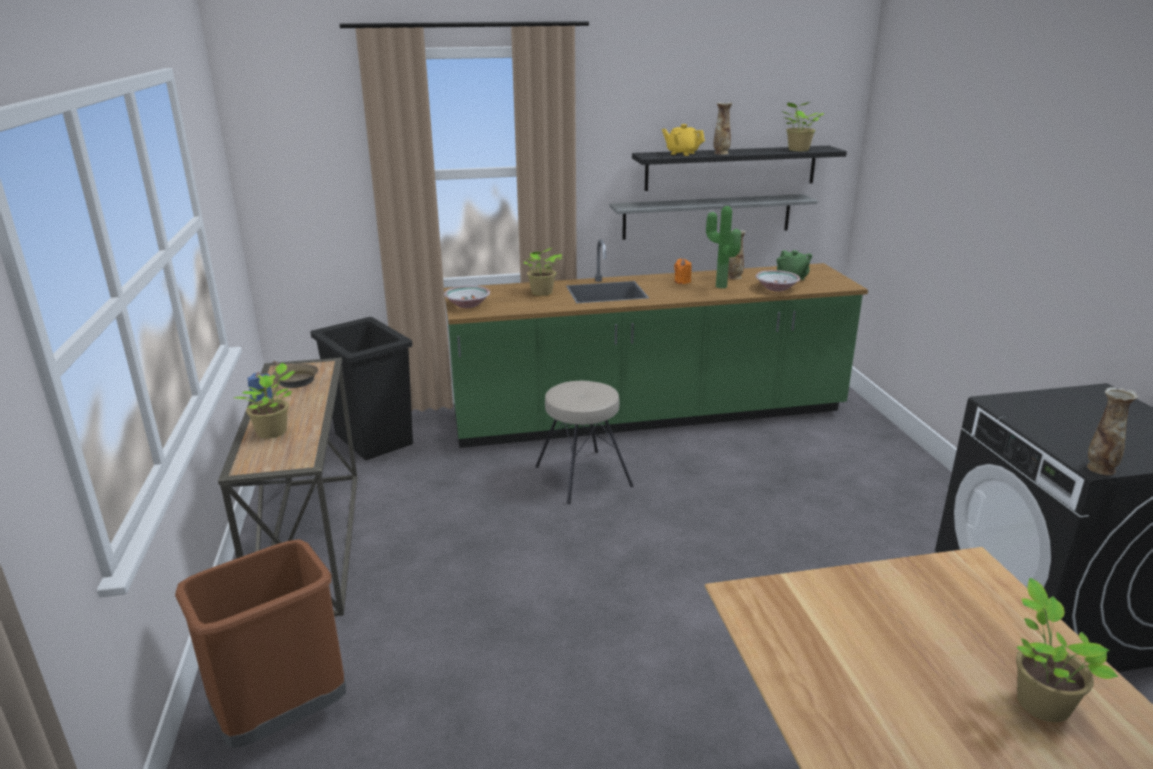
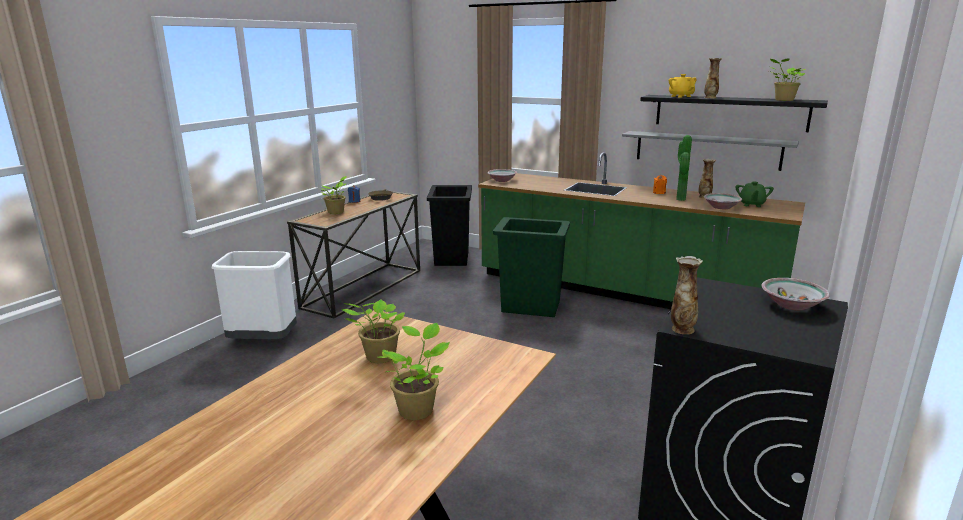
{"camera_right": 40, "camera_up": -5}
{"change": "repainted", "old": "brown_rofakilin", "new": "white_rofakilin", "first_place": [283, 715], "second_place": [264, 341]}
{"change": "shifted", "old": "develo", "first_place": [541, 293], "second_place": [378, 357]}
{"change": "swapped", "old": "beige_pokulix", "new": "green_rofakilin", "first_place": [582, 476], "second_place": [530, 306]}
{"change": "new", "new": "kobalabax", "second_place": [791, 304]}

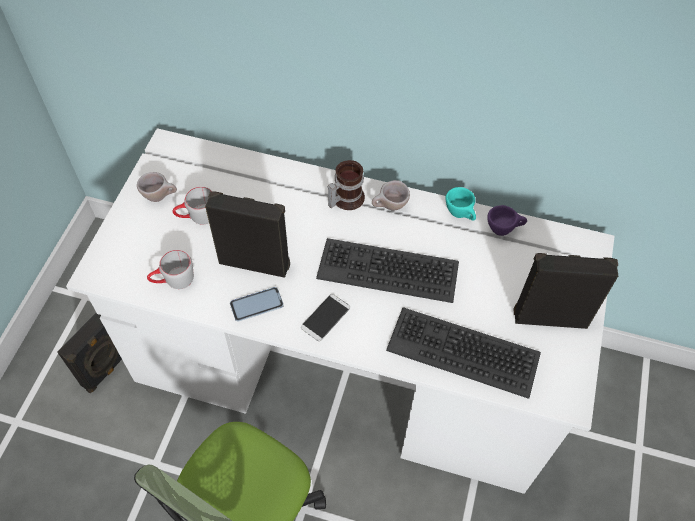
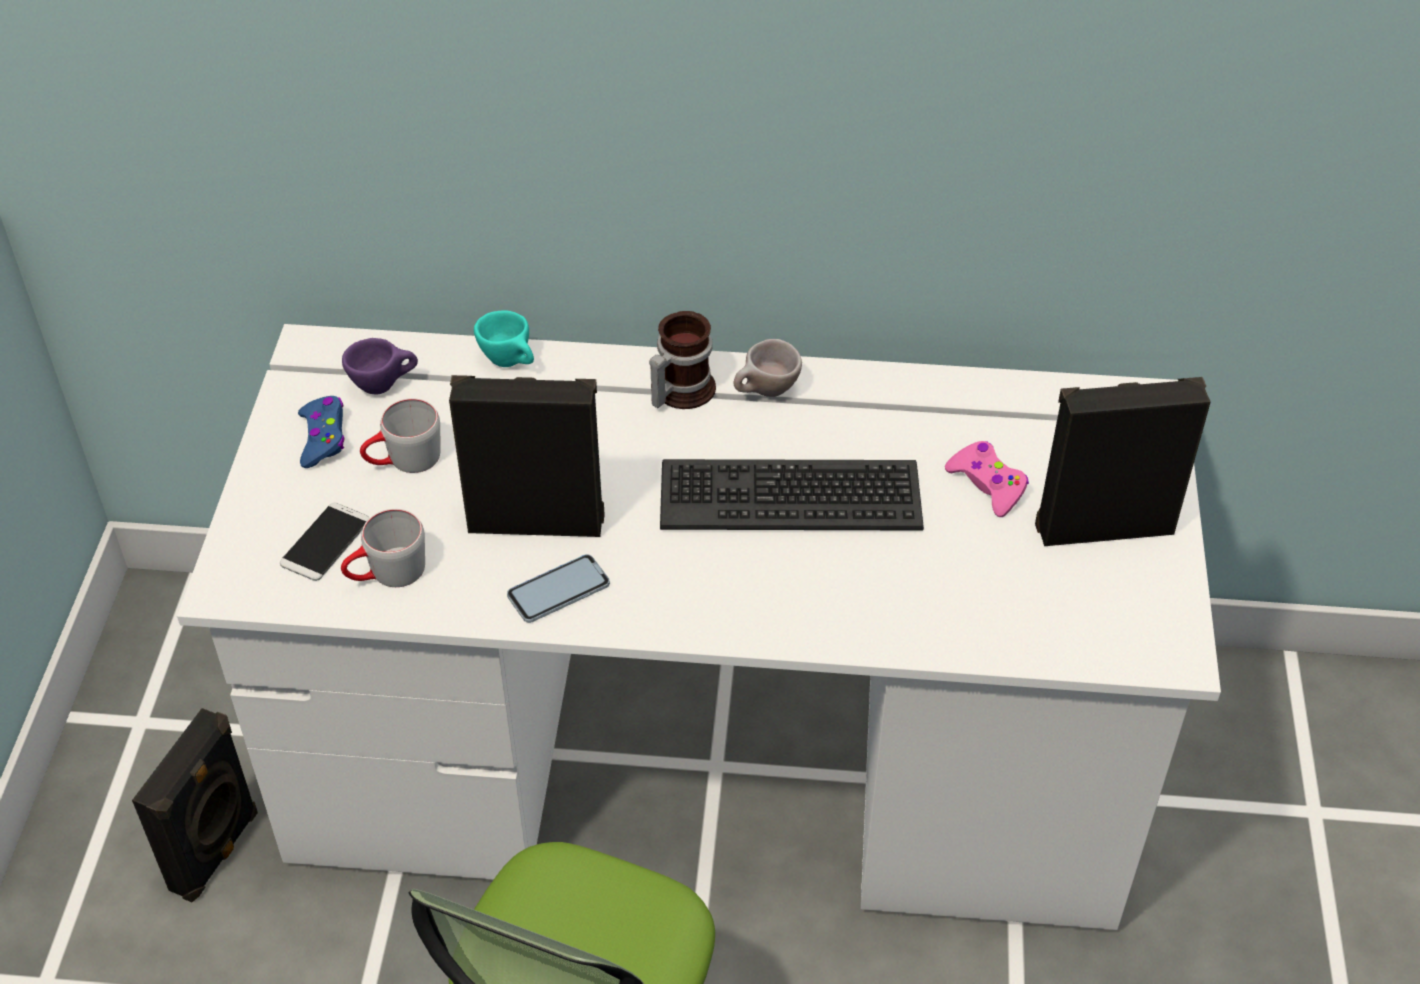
{"camera_right": -10, "camera_up": -10}
{"change": "shifted", "old": "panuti", "first_place": [325, 317], "second_place": [325, 542]}
{"change": "swapped", "old": "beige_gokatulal", "new": "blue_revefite", "first_place": [160, 196], "second_place": [323, 438]}
{"change": "shifted", "old": "purple_gokatulal", "first_place": [503, 229], "second_place": [384, 385]}
{"change": "shifted", "old": "turquoise_gokatulal", "first_place": [461, 214], "second_place": [511, 362]}
{"change": "new", "new": "pink_revefite", "second_place": [987, 484]}
{"change": "gone", "old": "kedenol", "first_place": [463, 351]}

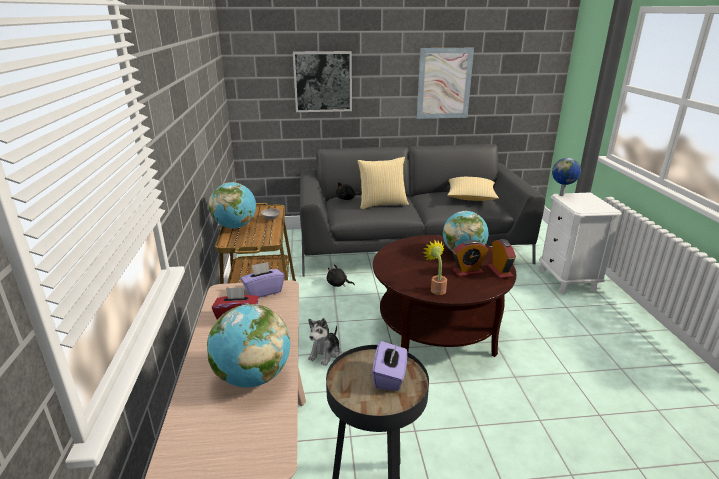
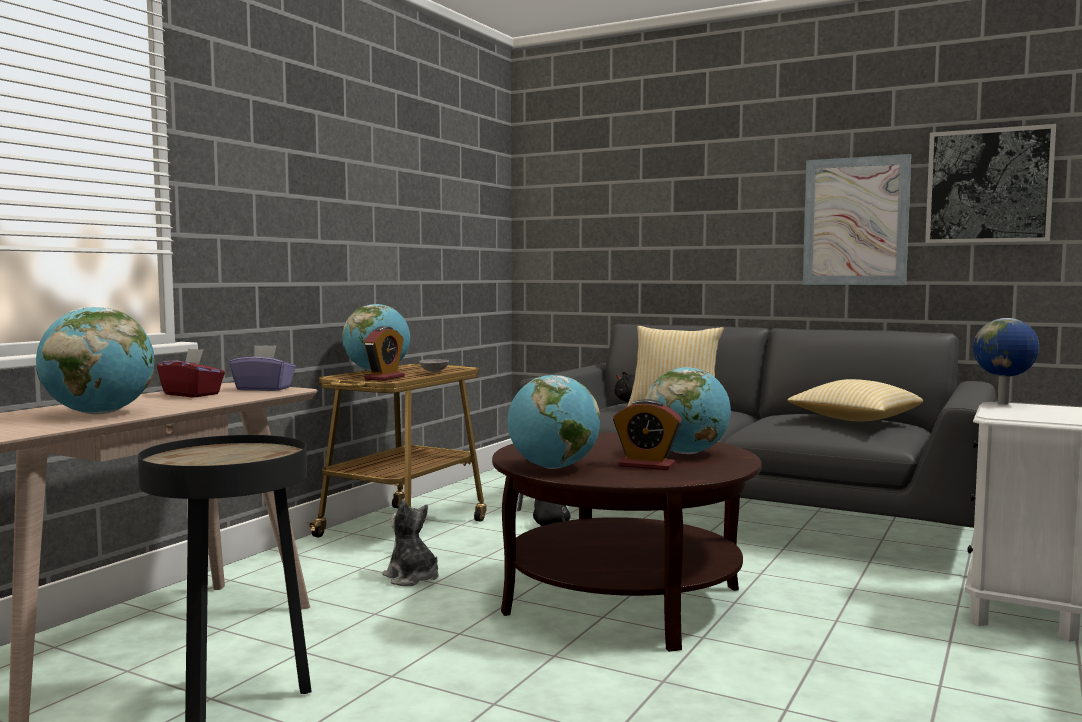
{"camera_right": 35, "camera_up": -20}
{"change": "shifted", "old": "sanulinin", "first_place": [500, 271], "second_place": [384, 378]}
{"change": "rotated", "old": "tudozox", "first_place": [325, 353], "second_place": [412, 578], "degrees": 75}
{"change": "swapped", "old": "develo", "new": "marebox", "first_place": [436, 289], "second_place": [553, 468]}
{"change": "shifted", "old": "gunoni", "first_place": [323, 81], "second_place": [988, 186]}
{"change": "gone", "old": "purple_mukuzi", "first_place": [390, 377]}

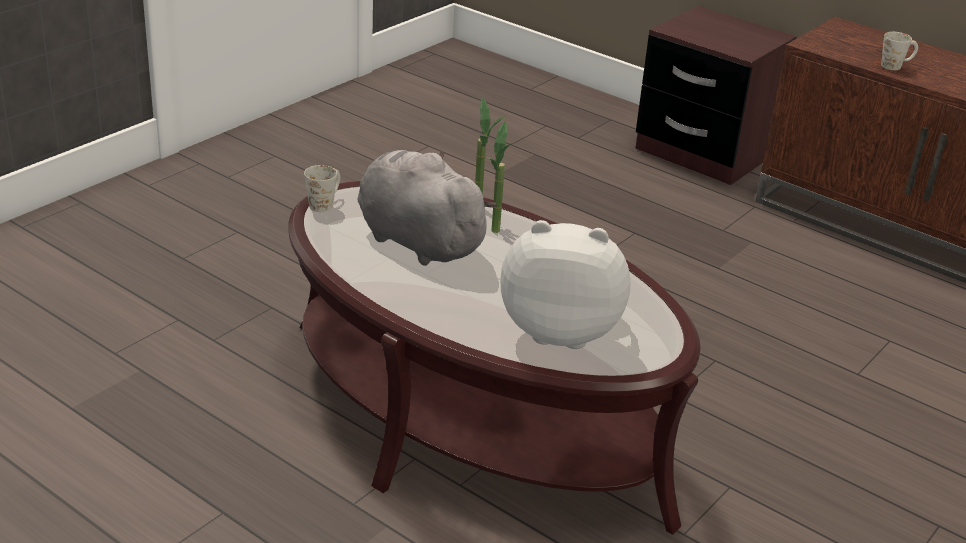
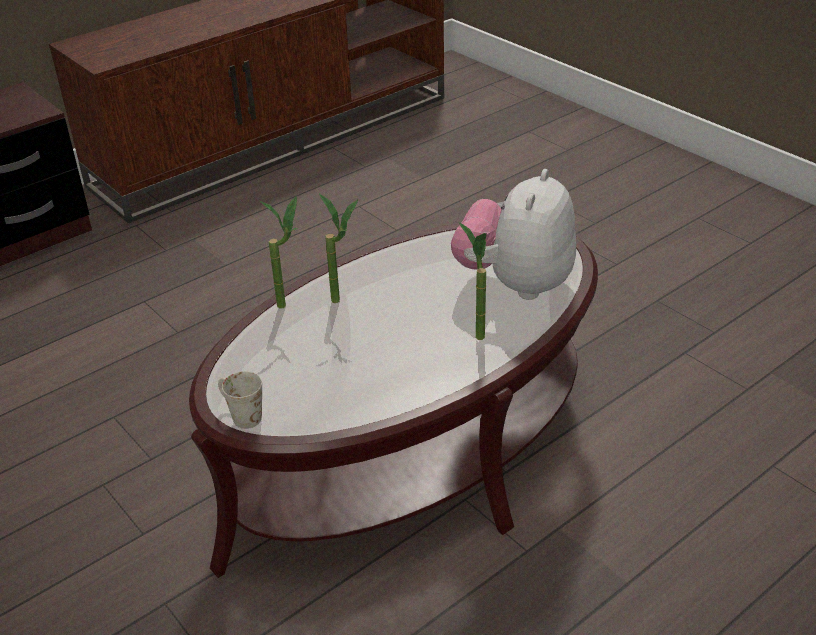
{"camera_right": -75, "camera_up": 5}
{"change": "new", "new": "develo", "second_place": [474, 332]}
{"change": "gone", "old": "grey_tudozox", "first_place": [416, 241]}
{"change": "gone", "old": "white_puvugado", "first_place": [896, 66]}

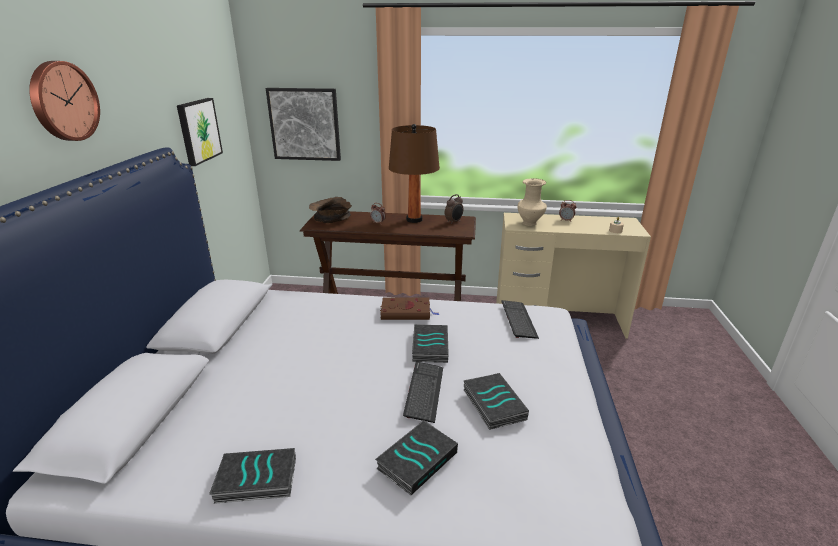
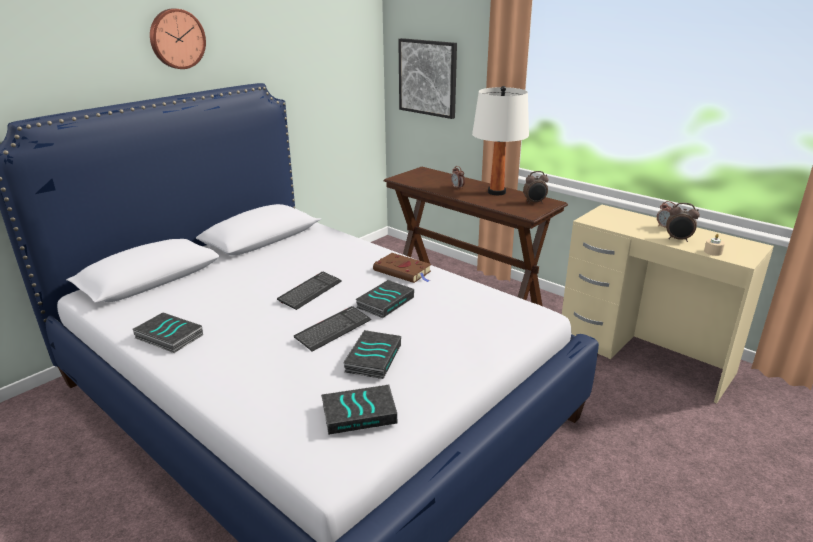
{"camera_right": 35, "camera_up": 0}
{"change": "shifted", "old": "kedenol", "first_place": [518, 320], "second_place": [310, 291]}
{"change": "shifted", "old": "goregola", "first_place": [417, 459], "second_place": [360, 413]}
{"change": "repainted", "old": "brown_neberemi", "new": "white_neberemi", "first_place": [414, 219], "second_place": [496, 192]}
{"change": "new", "new": "sanulinin", "second_place": [678, 239]}
{"change": "gone", "old": "gunoni", "first_place": [198, 131]}
{"change": "gone", "old": "brown_kobalabax", "first_place": [331, 220]}
{"change": "gone", "old": "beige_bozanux", "first_place": [530, 223]}

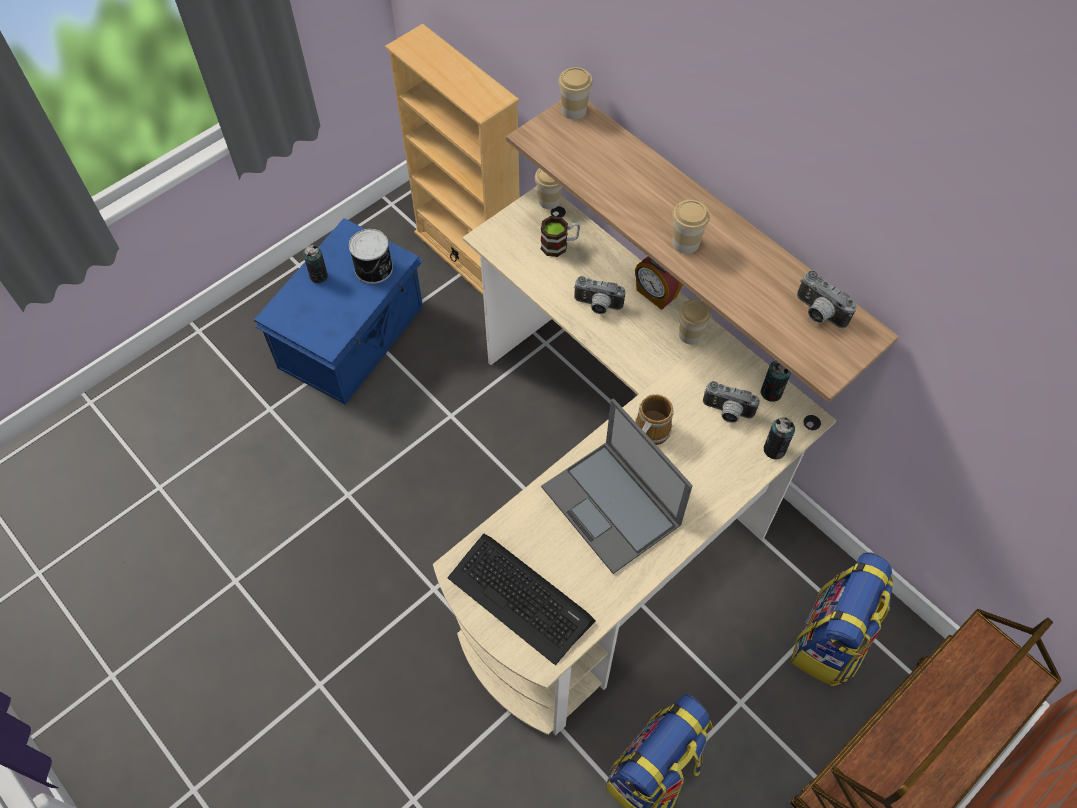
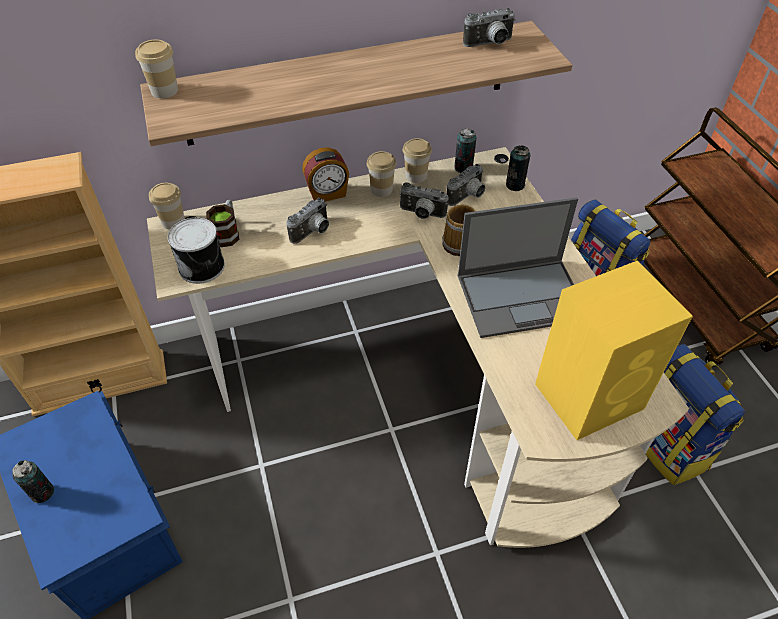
{"camera_right": -65, "camera_up": -10}
{"change": "shifted", "old": "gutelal", "first_place": [374, 269], "second_place": [203, 266]}
{"change": "new", "new": "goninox", "second_place": [421, 214]}
{"change": "shifted", "old": "gokatulal", "first_place": [685, 243], "second_place": [416, 176]}
{"change": "swapped", "old": "kedenol", "new": "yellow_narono", "first_place": [520, 597], "second_place": [591, 395]}

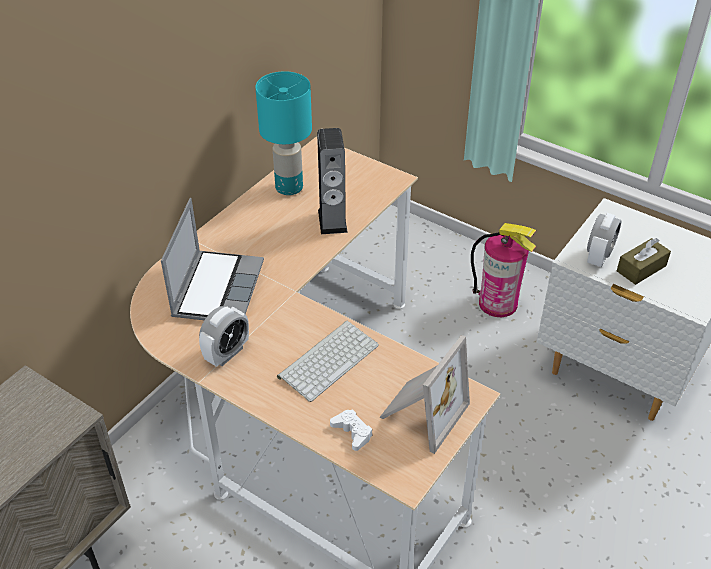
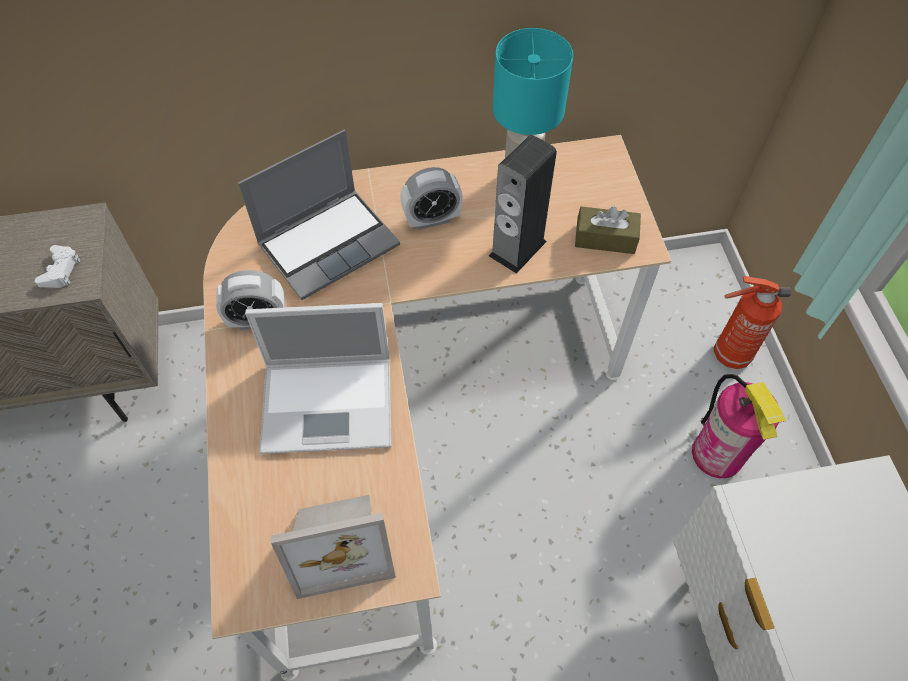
{"camera_right": 45, "camera_up": 15}
{"change": "shifted", "old": "white_revefite", "first_place": [352, 432], "second_place": [61, 270]}
{"change": "swapped", "old": "kedenol", "new": "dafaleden", "first_place": [328, 359], "second_place": [330, 403]}
{"change": "shifted", "old": "sanulinin", "first_place": [598, 257], "second_place": [432, 219]}
{"change": "shifted", "old": "brown_mukuzi", "first_place": [641, 268], "second_place": [605, 238]}
{"change": "new", "new": "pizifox", "second_place": [729, 354]}

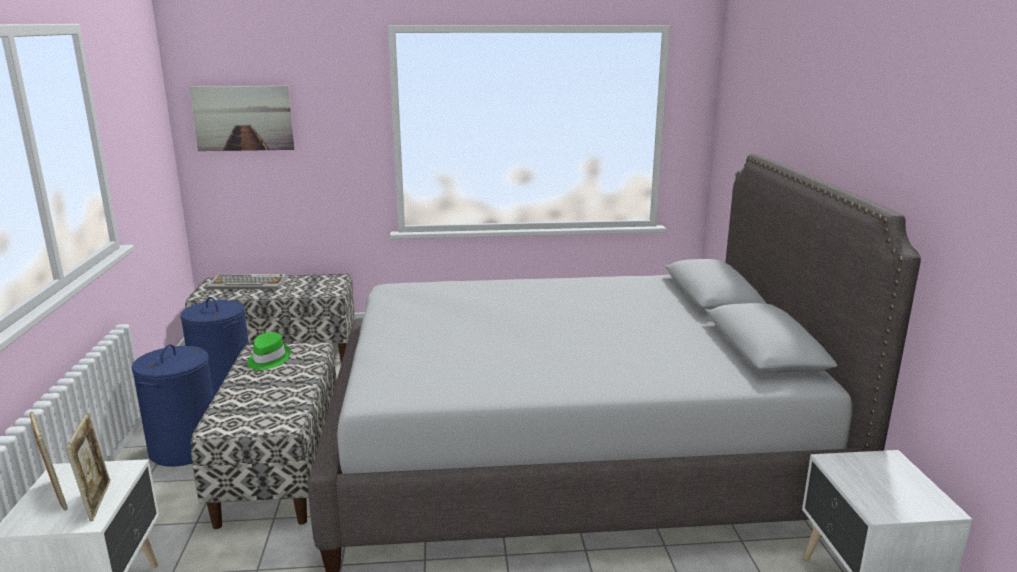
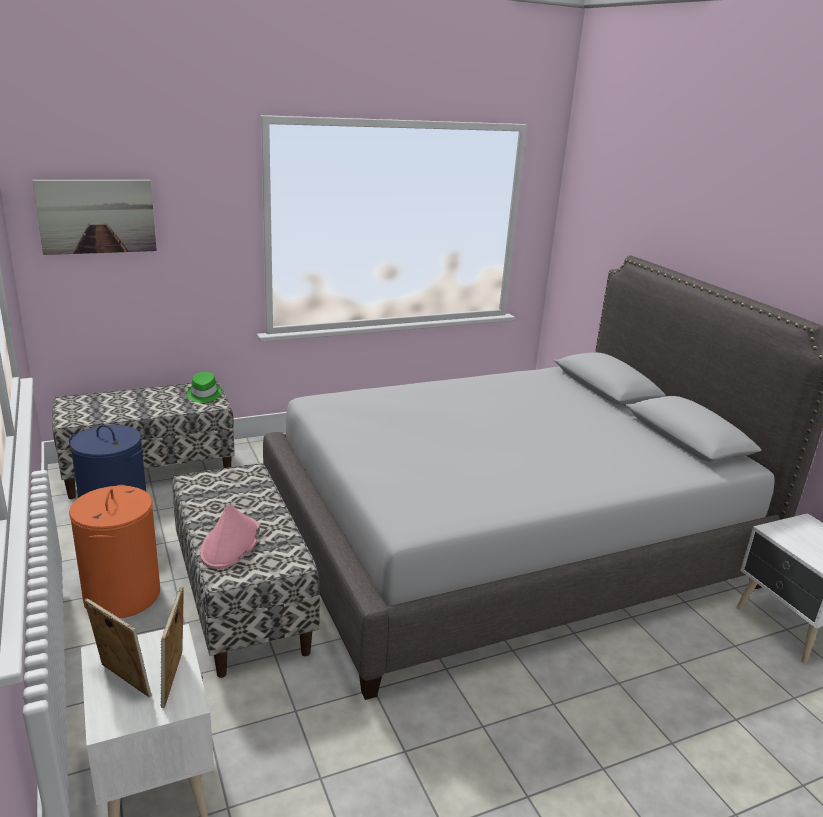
{"camera_right": -20, "camera_up": 5}
{"change": "repainted", "old": "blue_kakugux", "new": "orange_kakugux", "first_place": [185, 448], "second_place": [122, 595]}
{"change": "rotated", "old": "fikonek", "first_place": [97, 501], "second_place": [175, 680], "degrees": -150}
{"change": "shifted", "old": "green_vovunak", "first_place": [268, 359], "second_place": [203, 394]}
{"change": "new", "new": "pink_vovunak", "second_place": [230, 544]}
{"change": "gone", "old": "kedenol", "first_place": [248, 283]}

